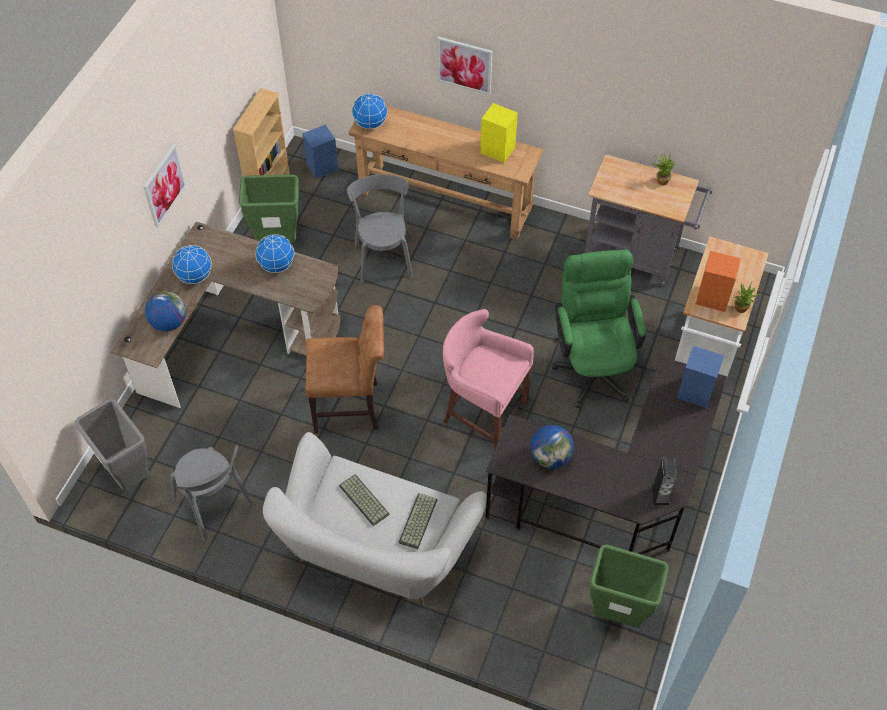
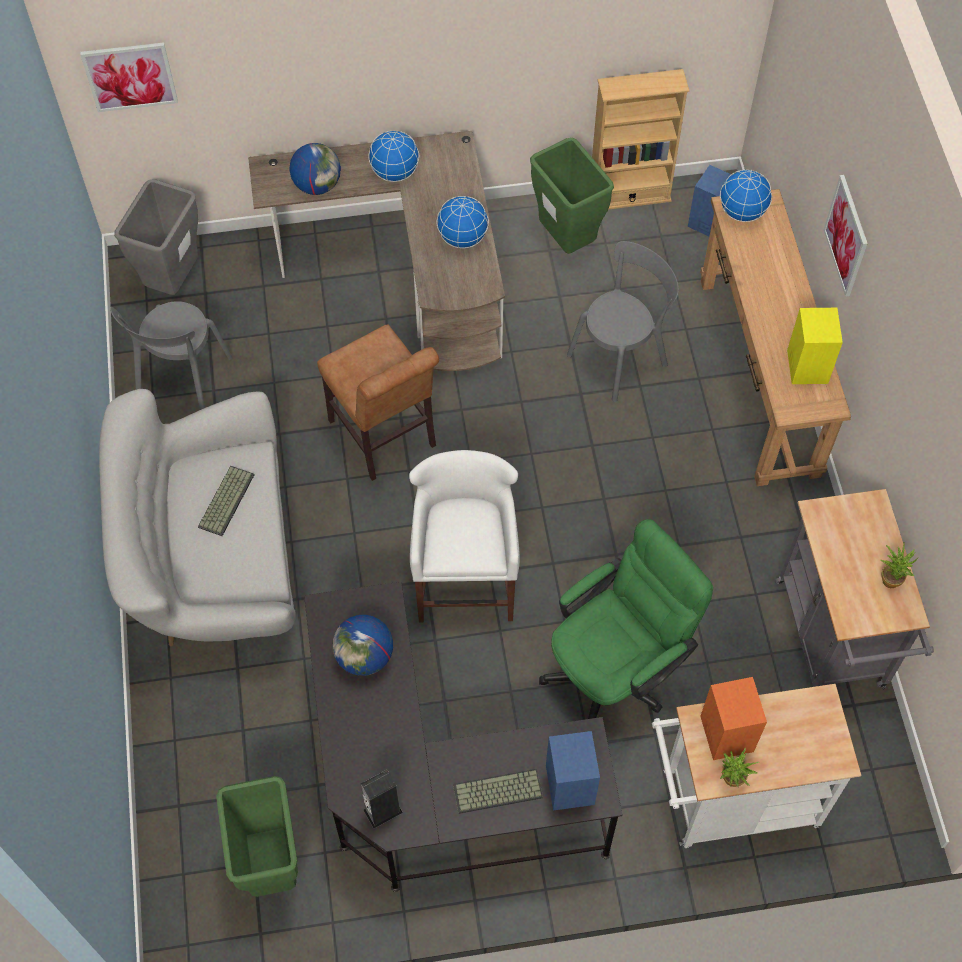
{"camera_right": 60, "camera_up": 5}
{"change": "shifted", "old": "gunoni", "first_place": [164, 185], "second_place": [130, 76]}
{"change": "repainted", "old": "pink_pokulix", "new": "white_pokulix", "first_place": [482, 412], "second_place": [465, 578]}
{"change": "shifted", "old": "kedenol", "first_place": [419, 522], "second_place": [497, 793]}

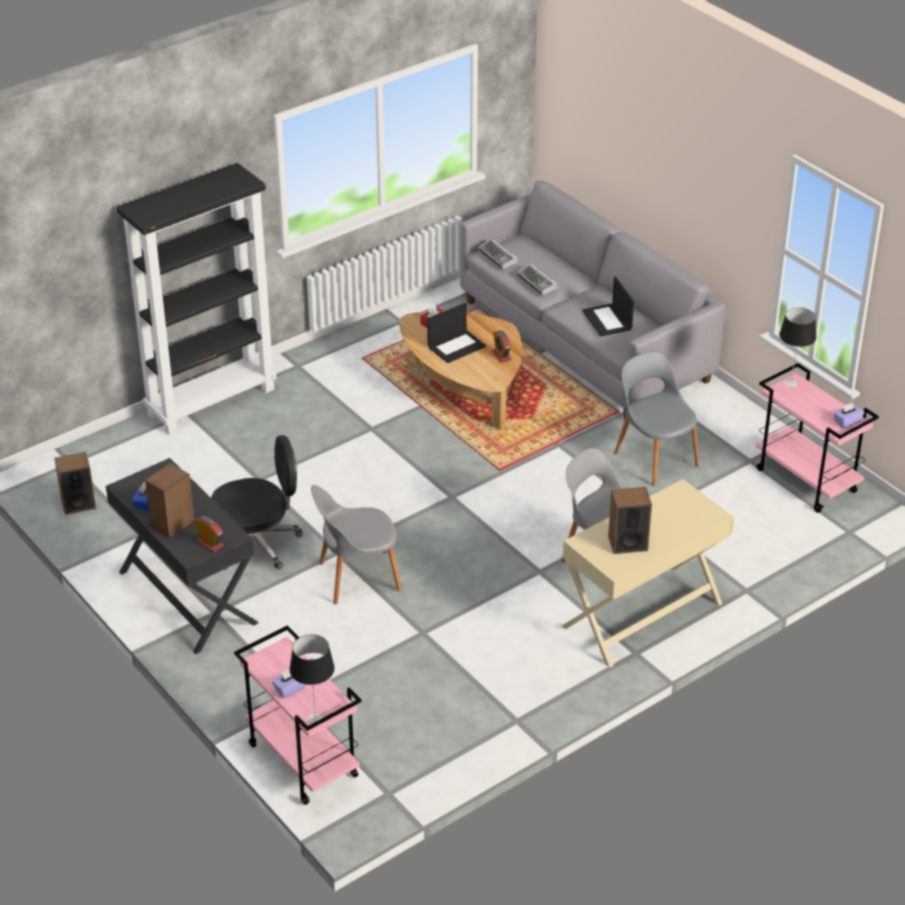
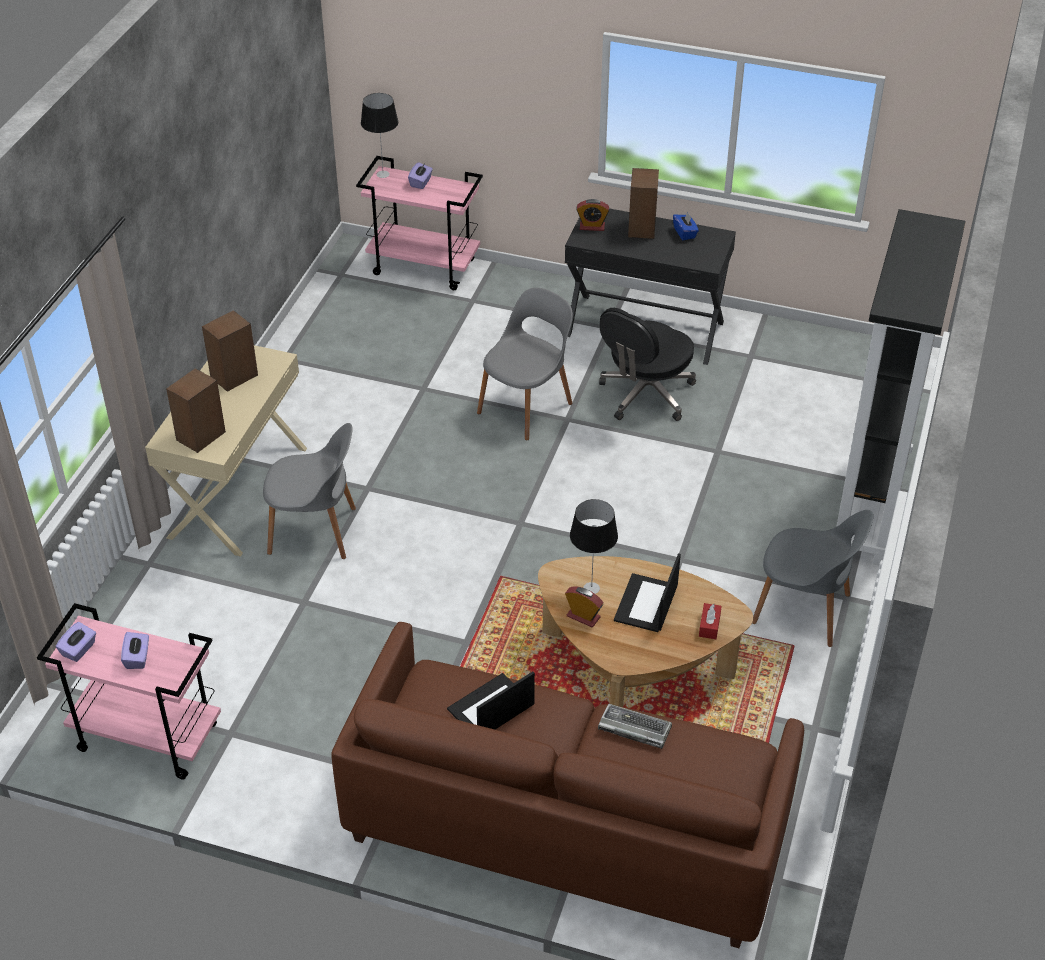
{"camera_right": 145, "camera_up": 5}
{"change": "new", "new": "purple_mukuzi", "second_place": [137, 658]}
{"change": "shifted", "old": "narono", "first_place": [78, 504], "second_place": [201, 436]}
{"change": "repainted", "old": "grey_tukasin", "new": "brown_tukasin", "first_place": [584, 341], "second_place": [566, 825]}
{"change": "rotated", "old": "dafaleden", "first_place": [608, 320], "second_place": [490, 708], "degrees": -75}
{"change": "shifted", "old": "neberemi", "first_place": [791, 383], "second_place": [591, 588]}
{"change": "shifted", "old": "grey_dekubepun", "first_place": [655, 457], "second_place": [804, 610]}
{"change": "gone", "old": "kedenol", "first_place": [498, 257]}

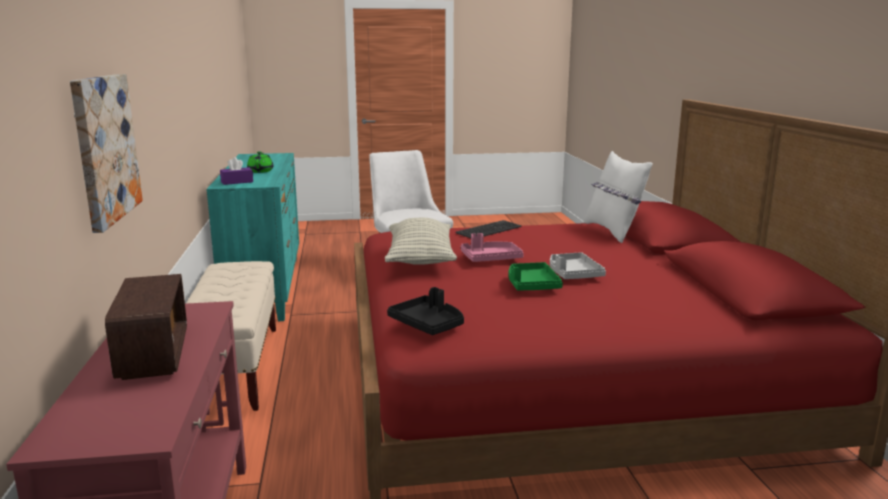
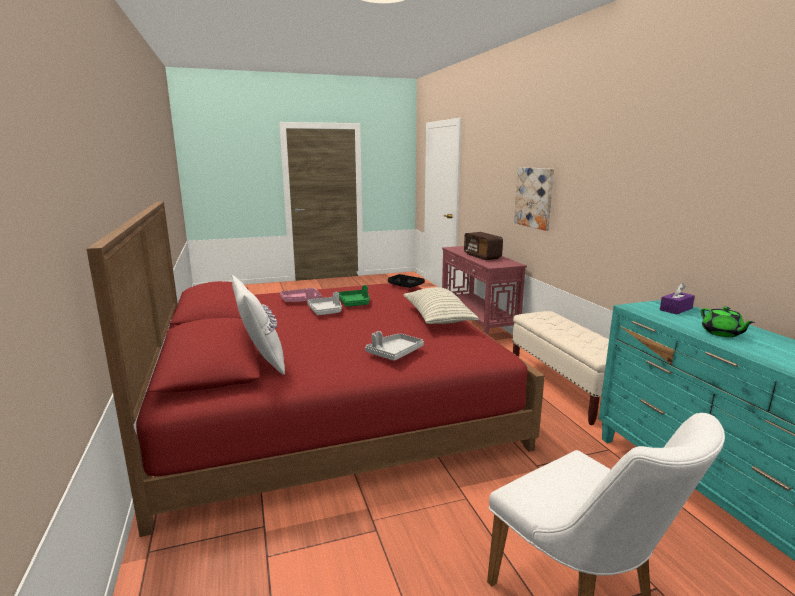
{"camera_right": 170, "camera_up": 0}
{"change": "shifted", "old": "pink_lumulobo", "first_place": [490, 259], "second_place": [301, 301]}
{"change": "swapped", "old": "kedenol", "new": "grey_lumulobo", "first_place": [489, 230], "second_place": [394, 353]}

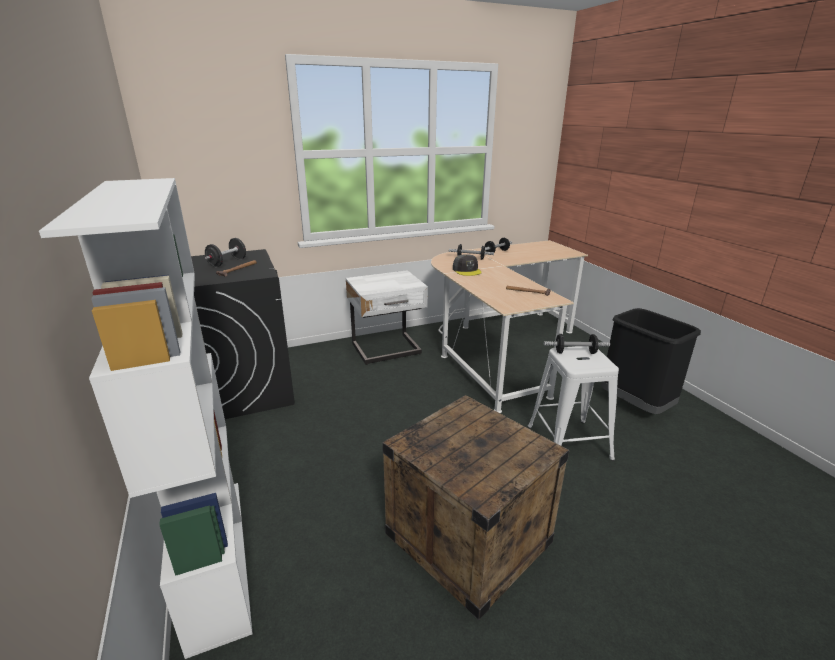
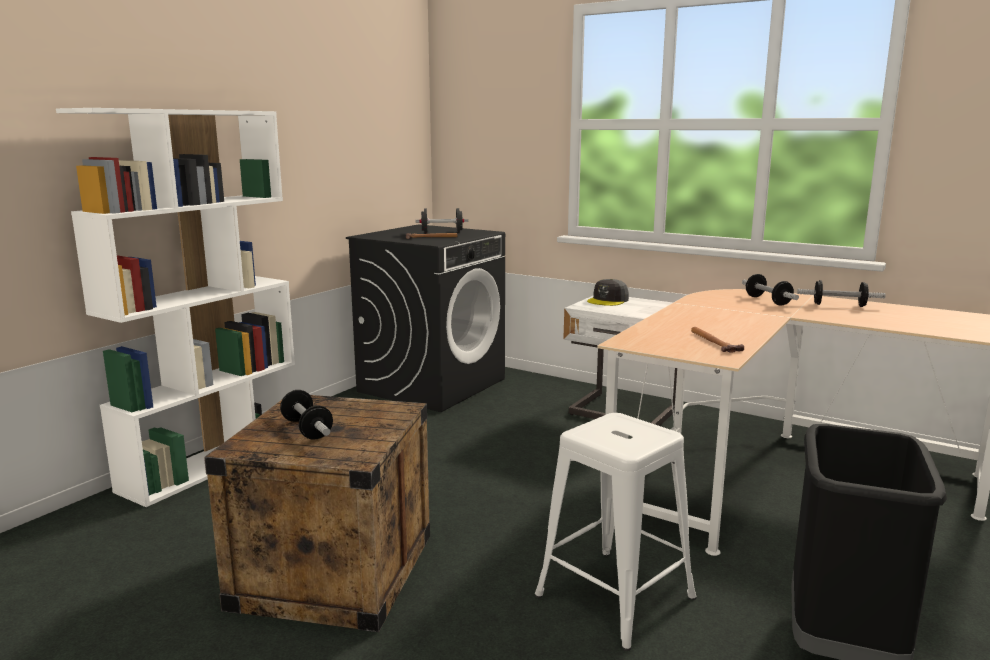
{"camera_right": 55, "camera_up": -10}
{"change": "shifted", "old": "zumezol", "first_place": [575, 352], "second_place": [307, 429]}
{"change": "shifted", "old": "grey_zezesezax", "first_place": [467, 270], "second_place": [608, 300]}

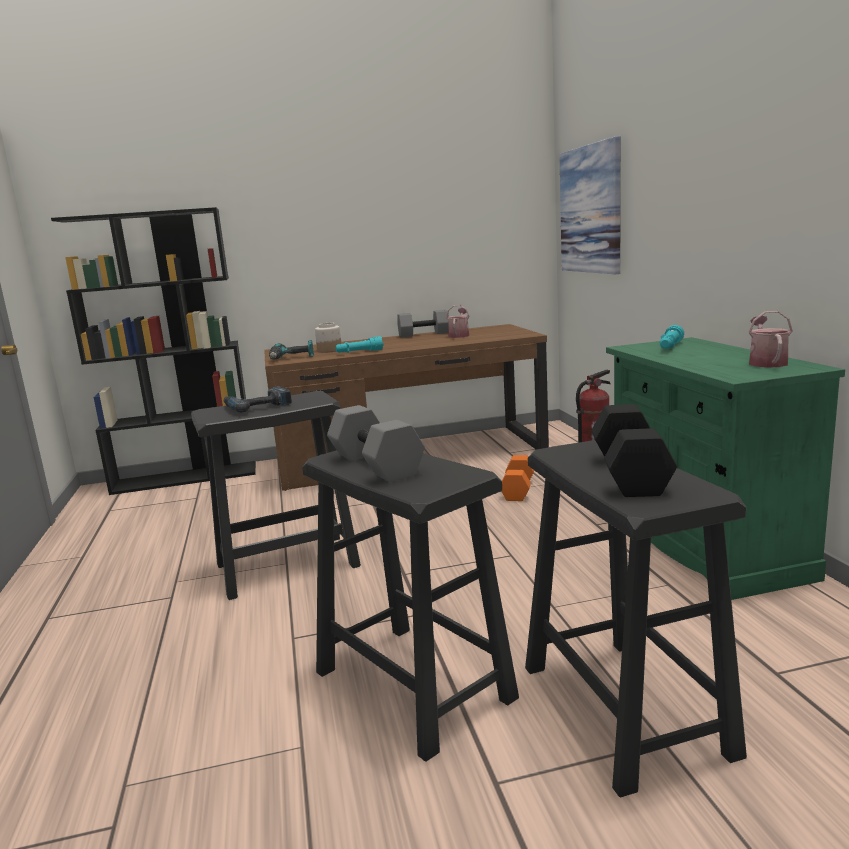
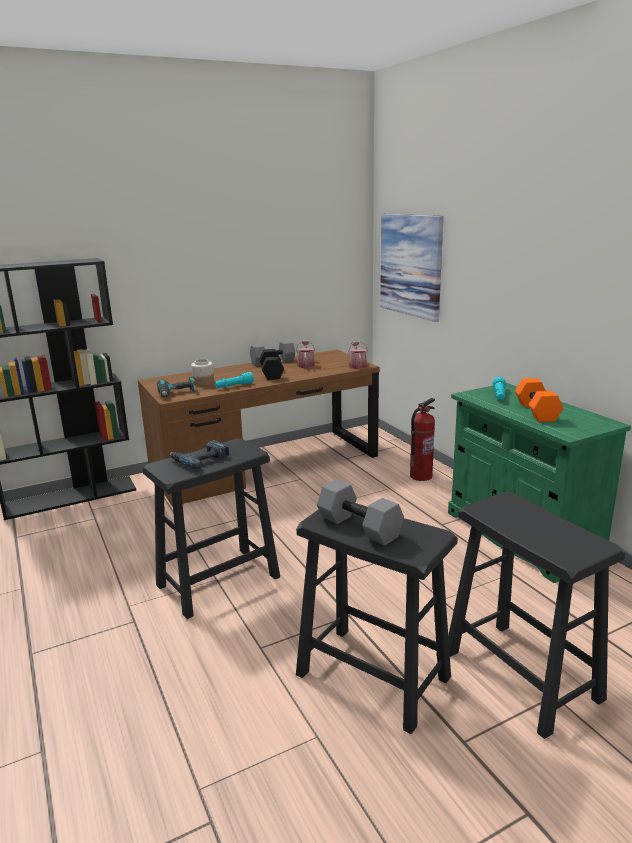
{"camera_right": -15, "camera_up": 5}
{"change": "shifted", "old": "black_zumezol", "first_place": [632, 474], "second_place": [272, 373]}
{"change": "shifted", "old": "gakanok", "first_place": [766, 362], "second_place": [357, 365]}
{"change": "shifted", "old": "orange_zumezol", "first_place": [519, 490], "second_place": [537, 412]}

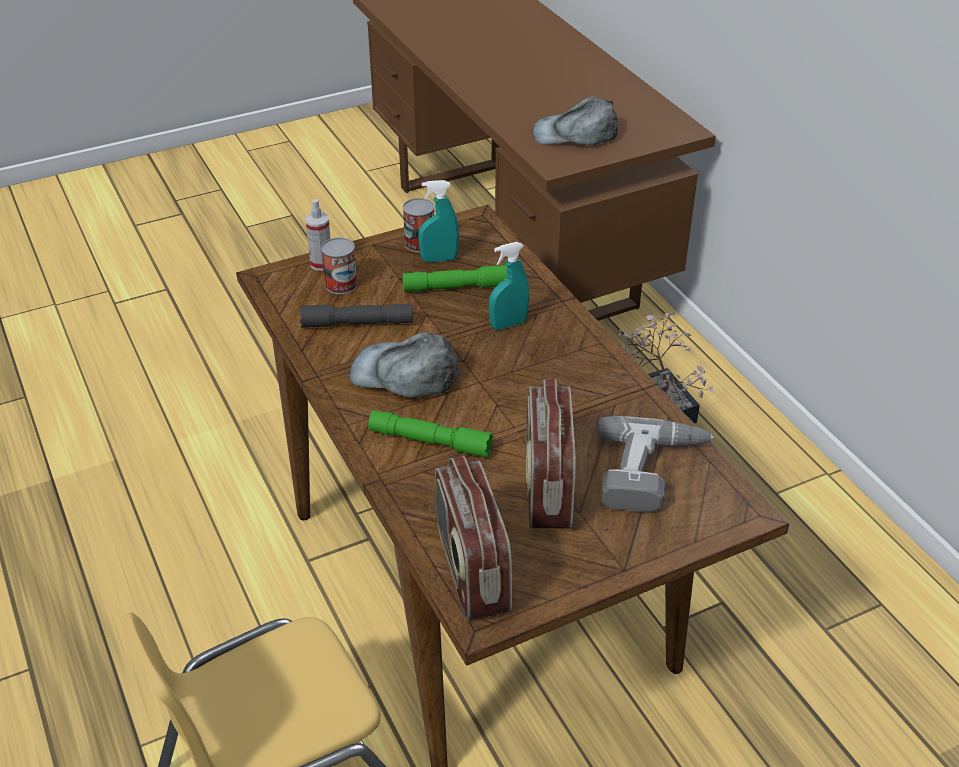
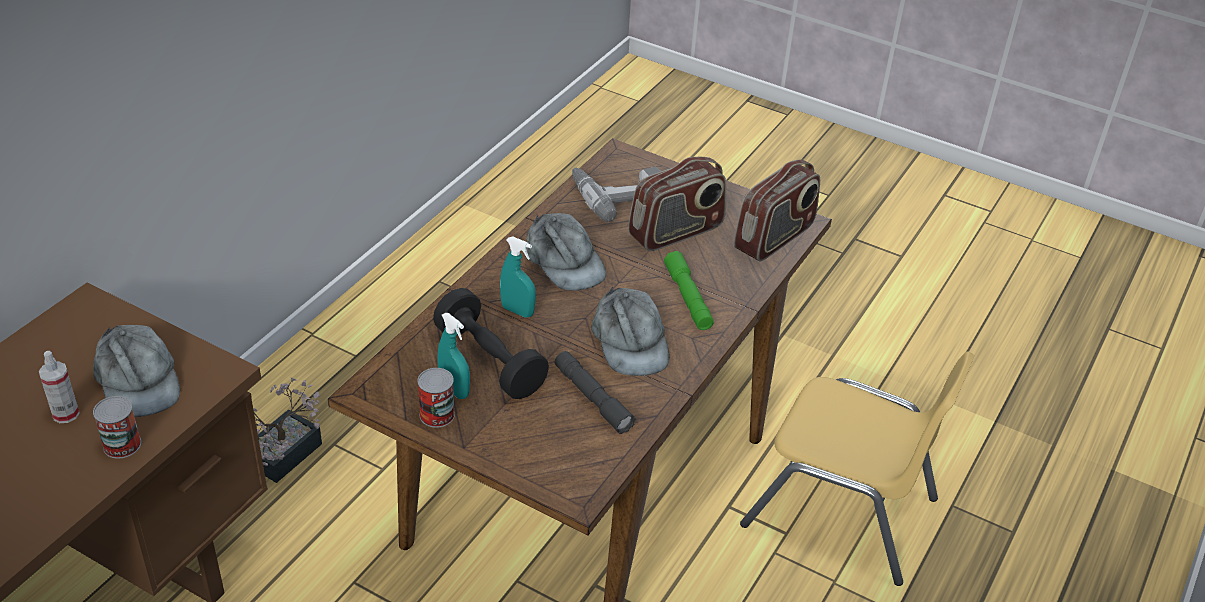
{"camera_right": -125, "camera_up": 0}
{"change": "shifted", "old": "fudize", "first_place": [321, 264], "second_place": [66, 414]}
{"change": "shifted", "old": "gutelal", "first_place": [341, 284], "second_place": [122, 445]}
{"change": "swapped", "old": "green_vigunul", "new": "black_zumezol", "first_place": [456, 287], "second_place": [490, 361]}
{"change": "new", "new": "grey_zezesezax", "second_place": [564, 262]}

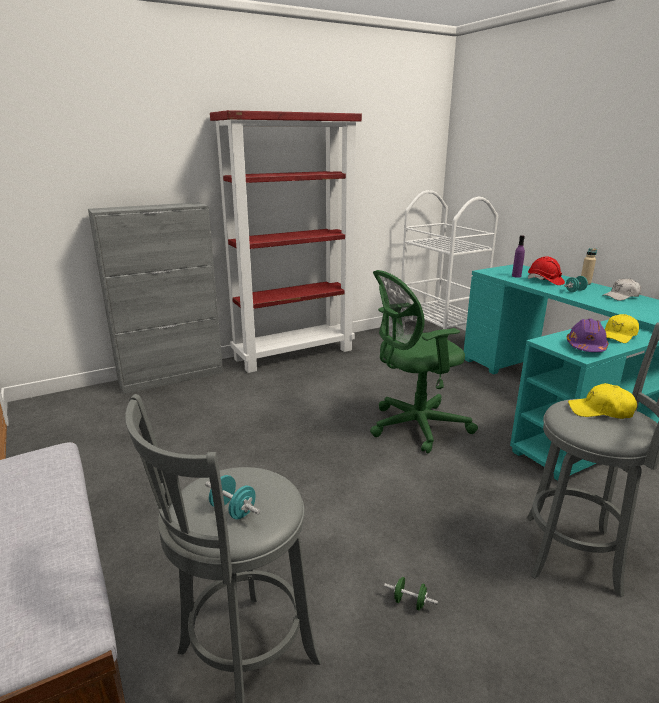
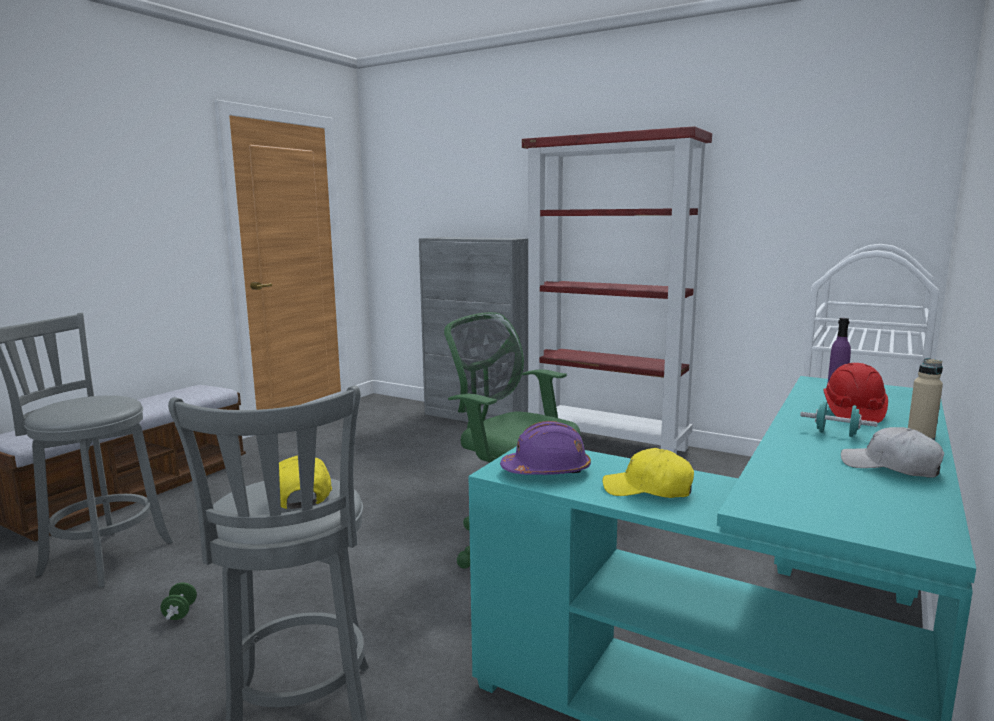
{"camera_right": 60, "camera_up": -10}
{"change": "gone", "old": "turquoise_zumezol", "first_place": [233, 510]}

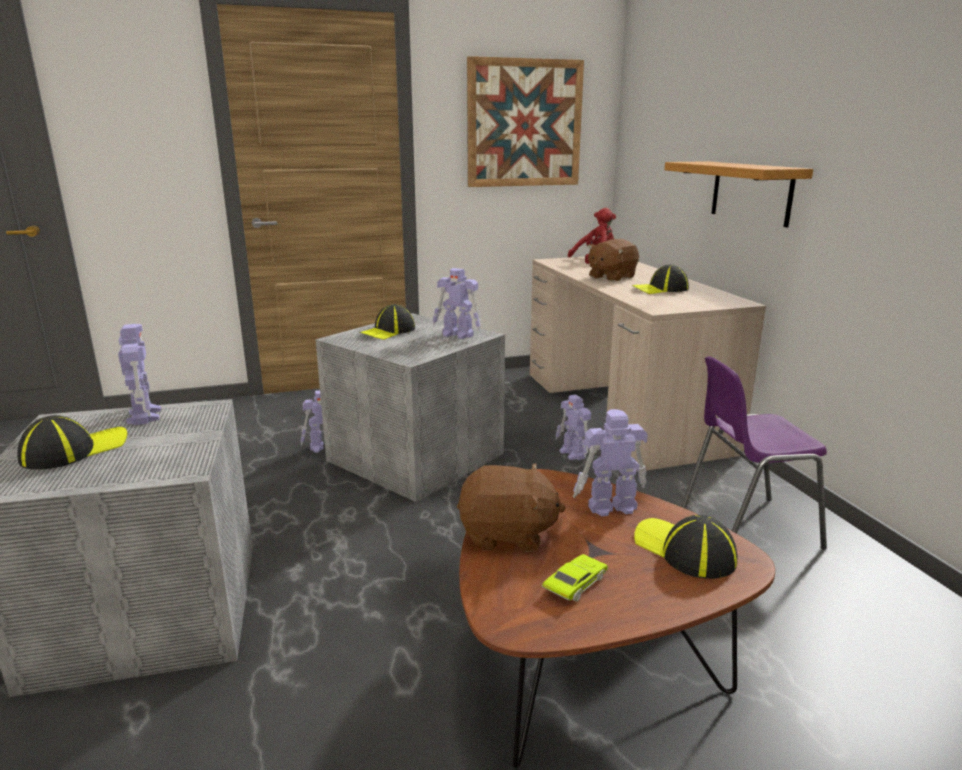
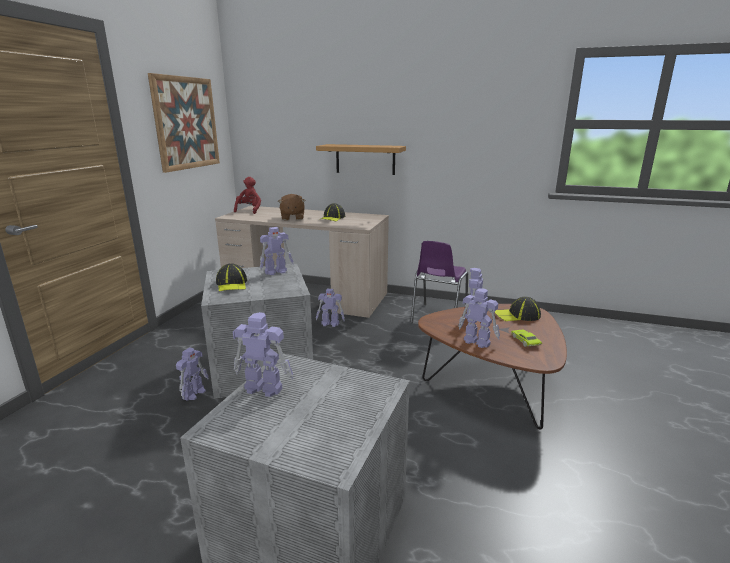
{"camera_right": -55, "camera_up": 0}
{"change": "swapped", "old": "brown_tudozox", "new": "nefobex", "first_place": [507, 535], "second_place": [476, 341]}
{"change": "gone", "old": "zezesezax", "first_place": [74, 450]}

